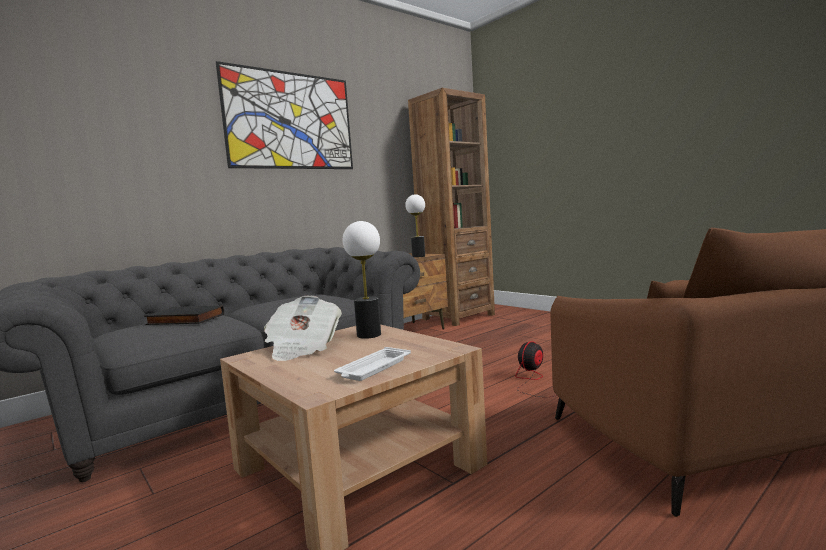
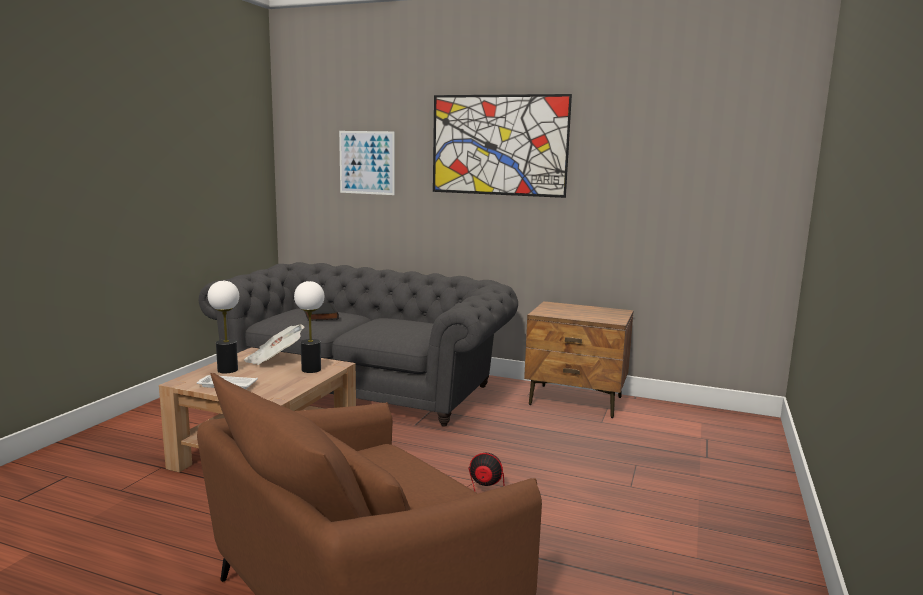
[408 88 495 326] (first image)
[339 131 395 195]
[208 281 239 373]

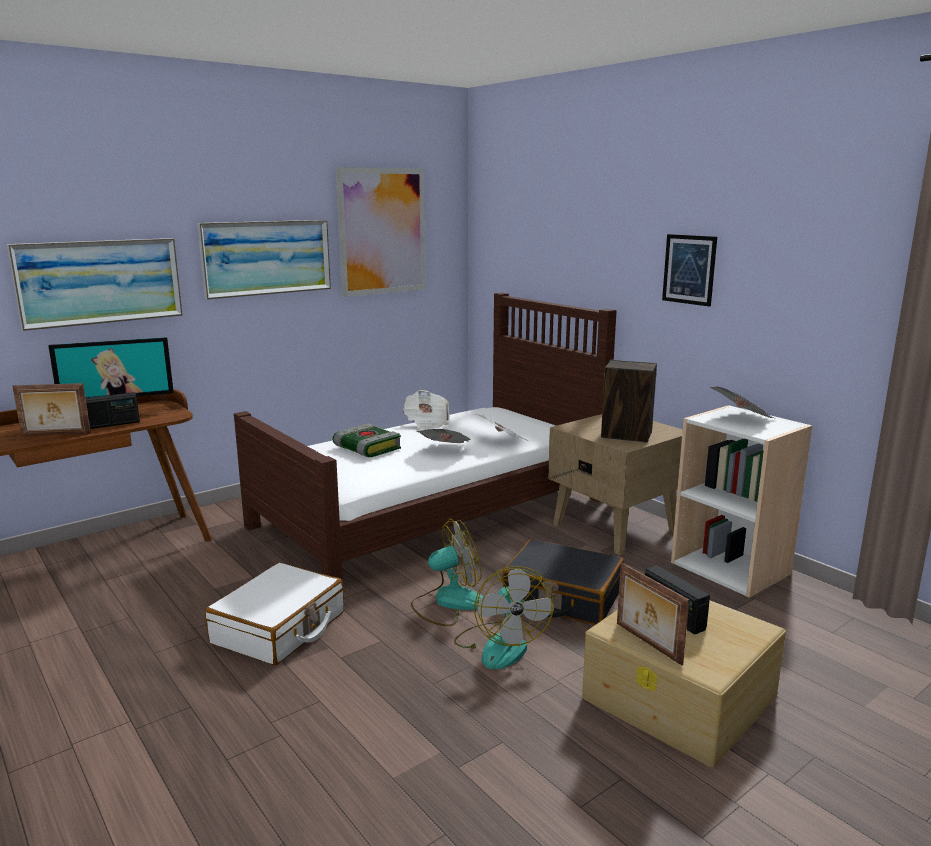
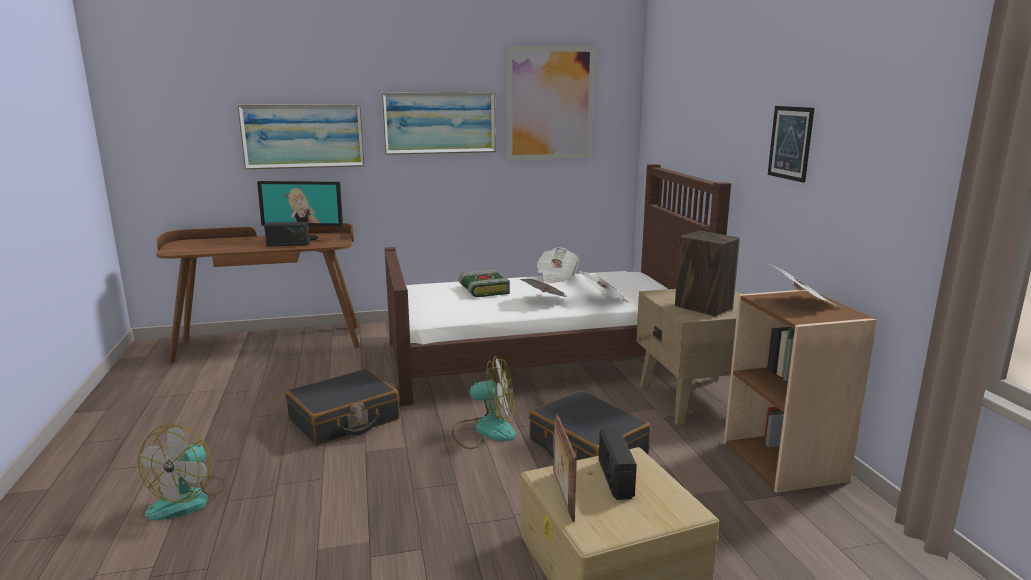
[13 383 91 437] (first image)
[138 424 226 520]
[285 369 400 445]
[724 290 877 493]

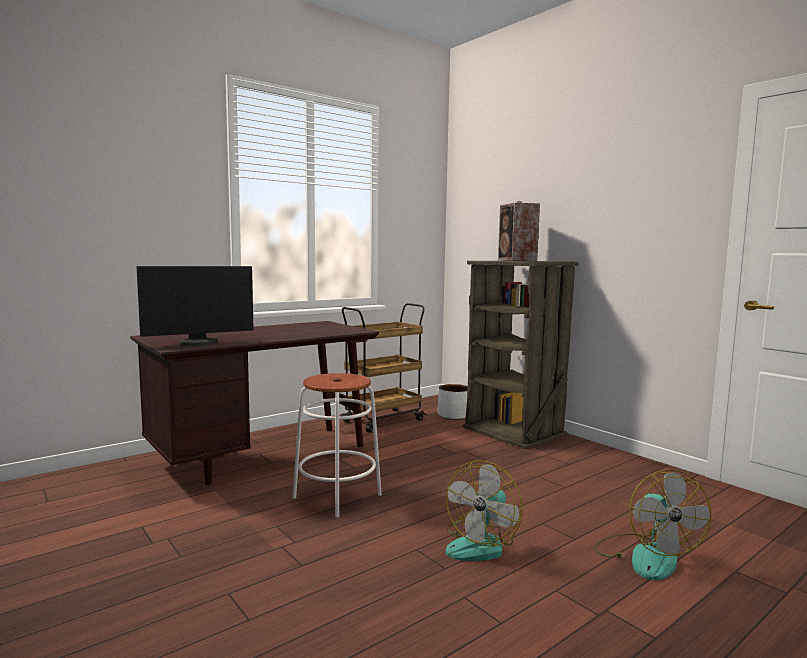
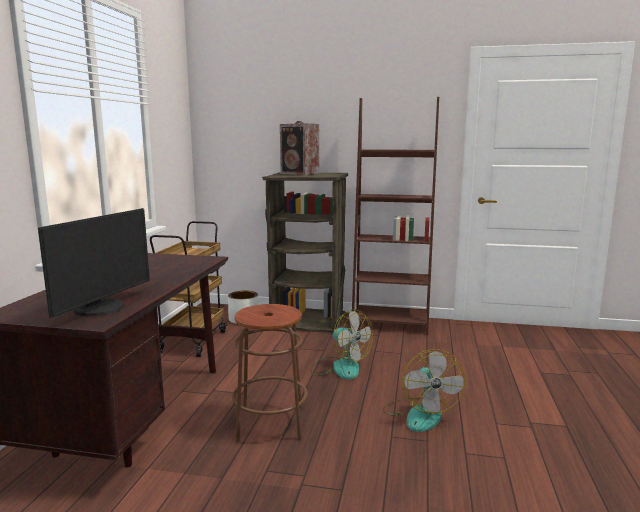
[352 97 439 335]
[311 309 373 380]
[232 304 308 442]

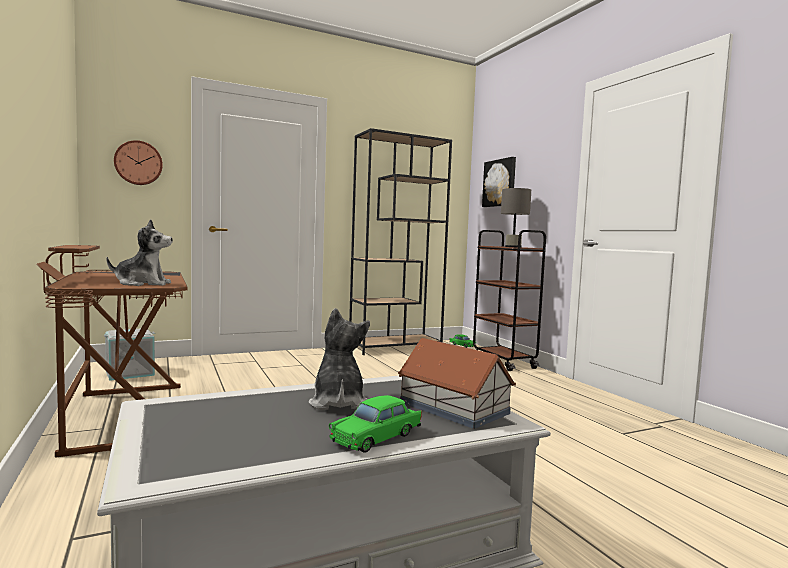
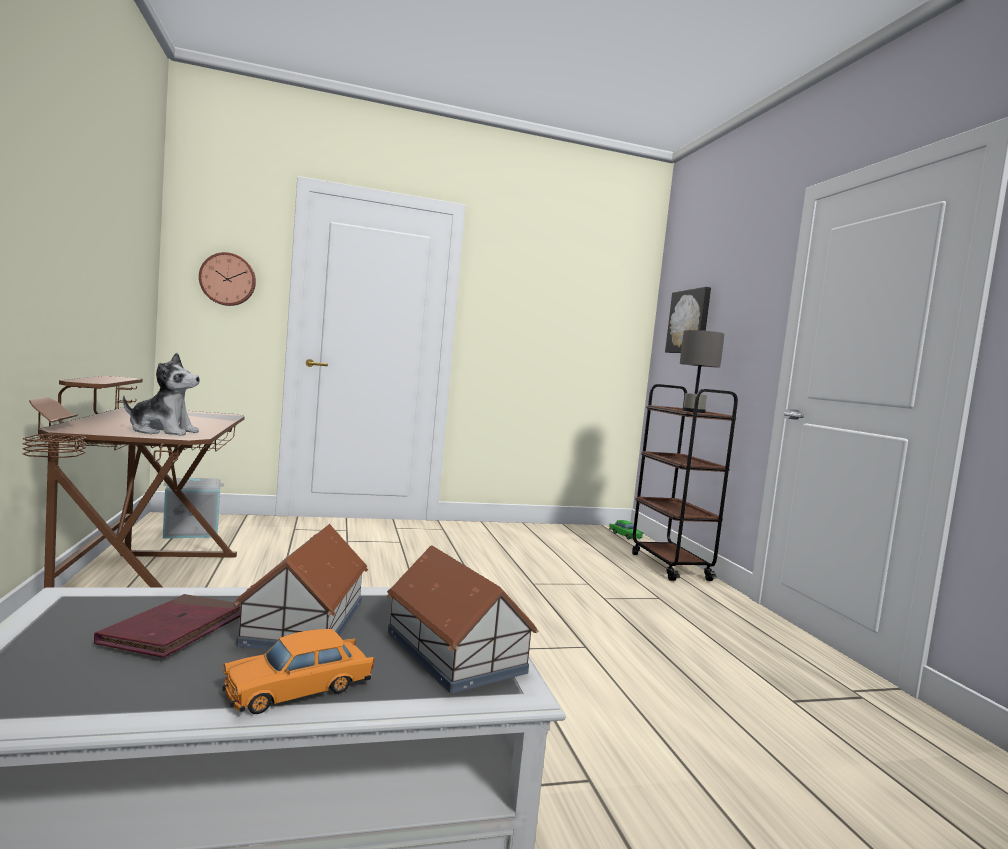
[349 128 452 355] (first image)
[94 594 241 658]
[234 524 368 650]
[223 629 374 714]

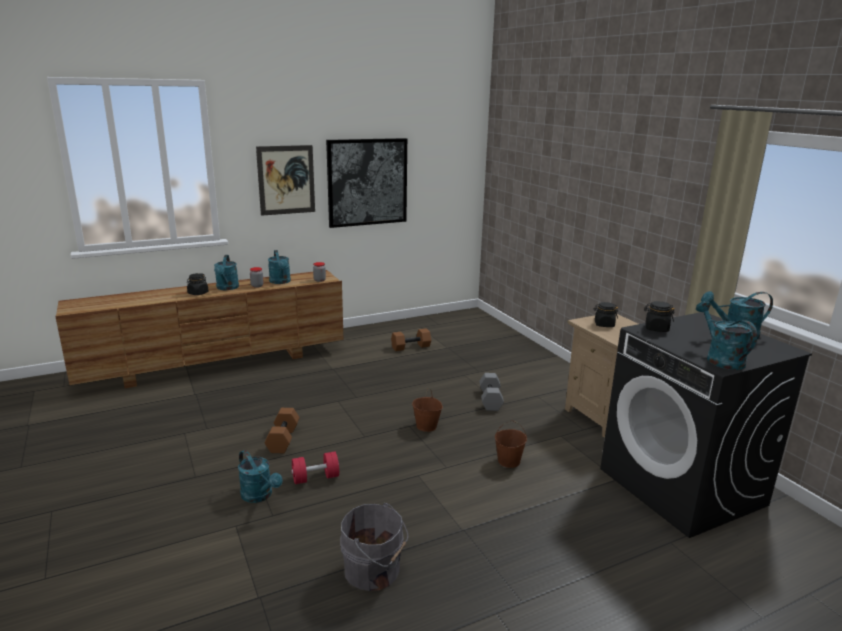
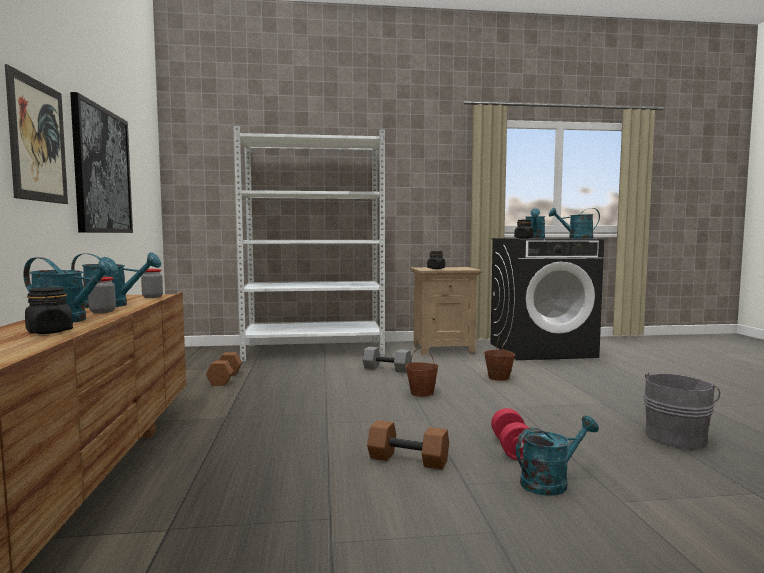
[234 126 385 362]

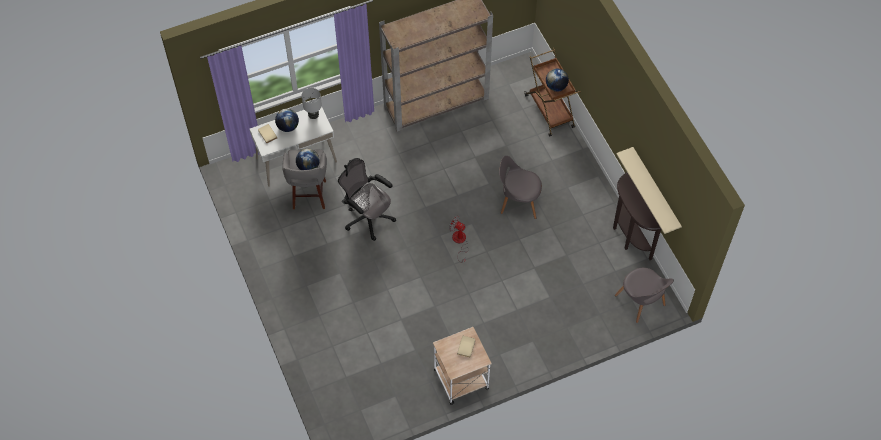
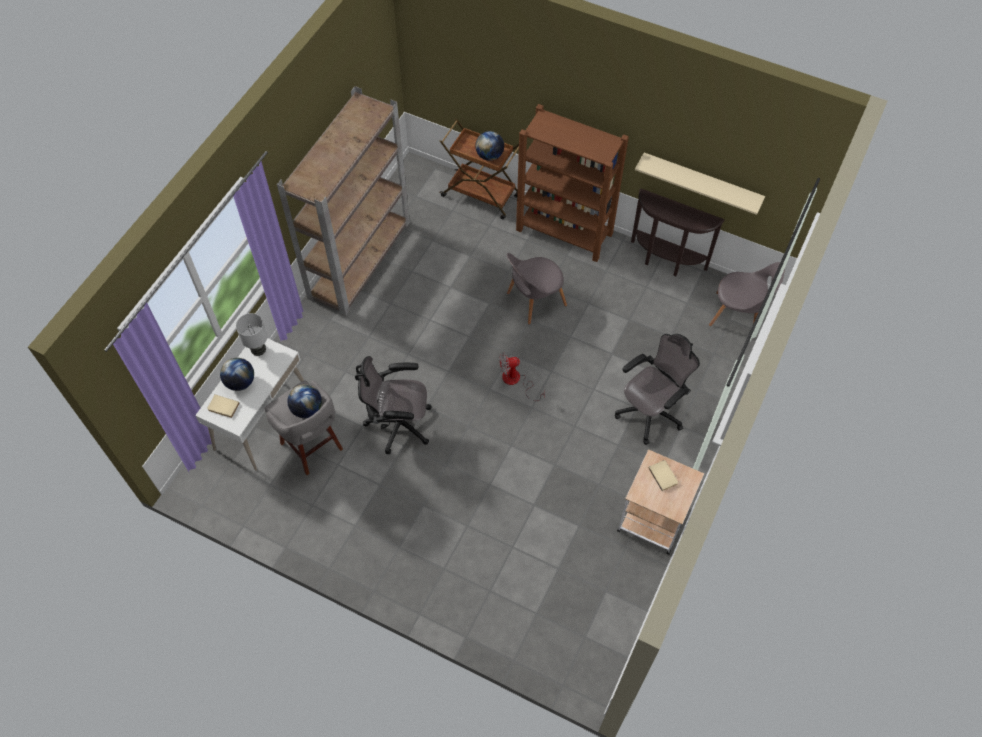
[516 104 629 262]
[615 334 700 445]

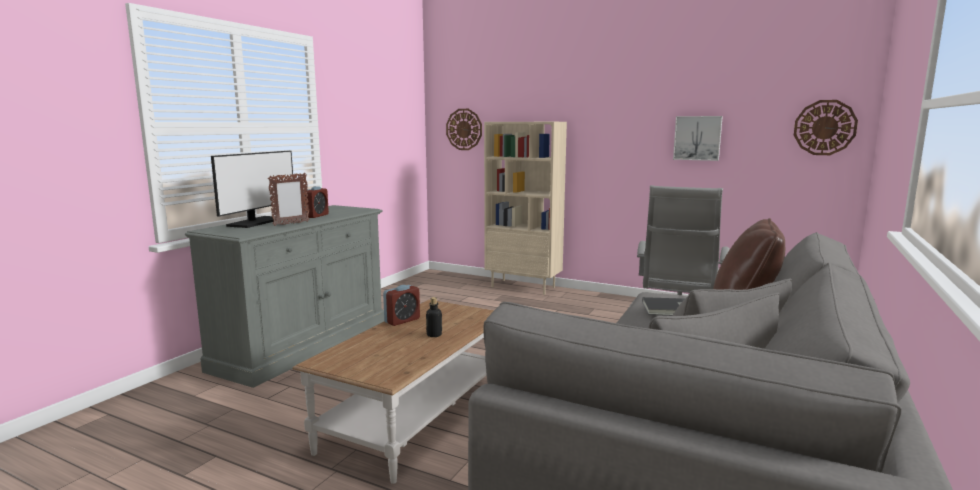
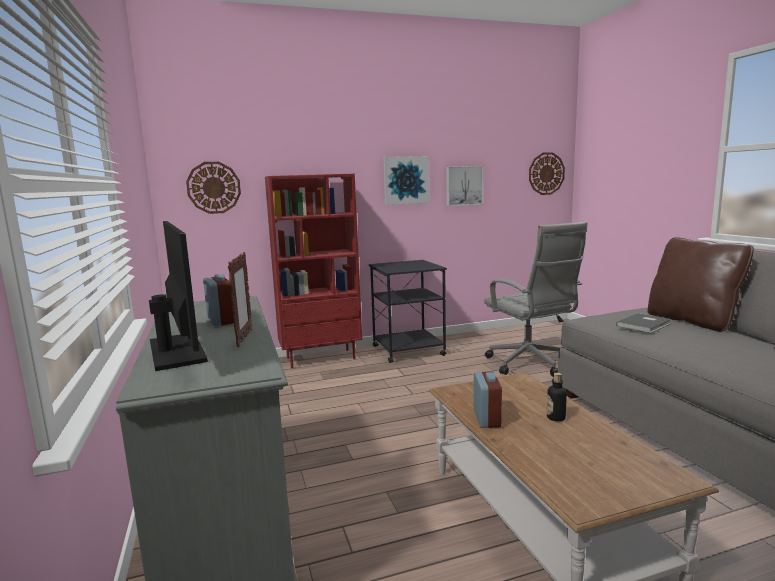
[369 260 447 363]
[383 156 429 205]
[265 174 362 368]

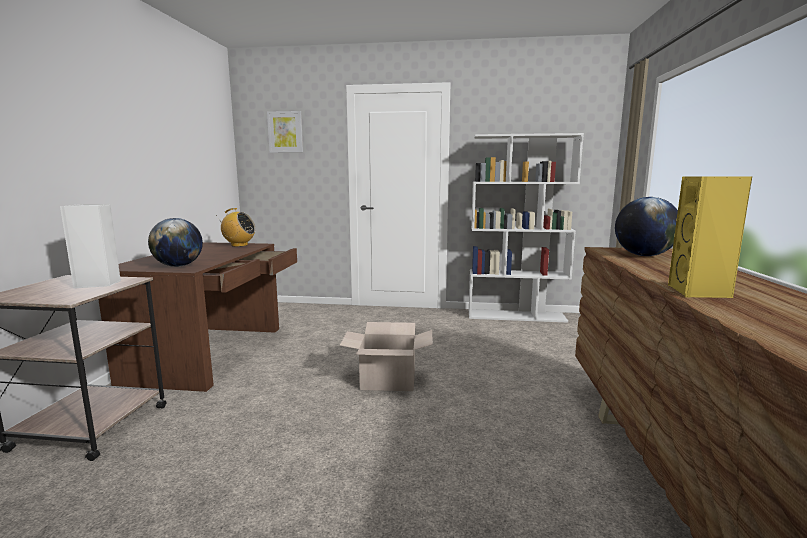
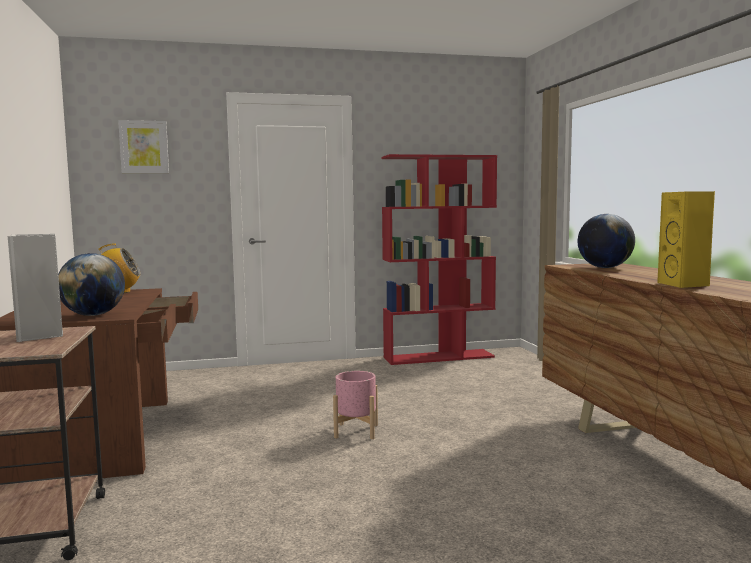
[333 371 378 439]
[381 154 497 365]

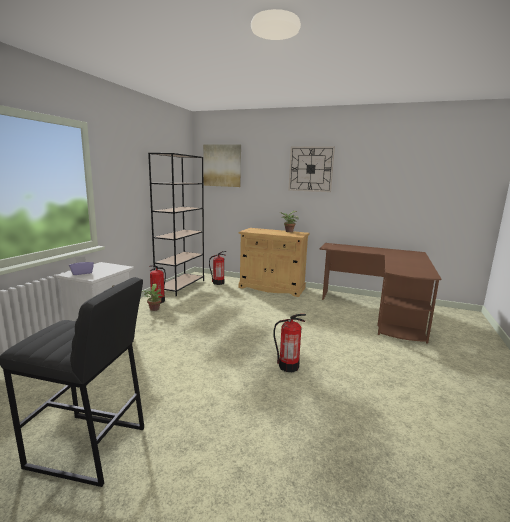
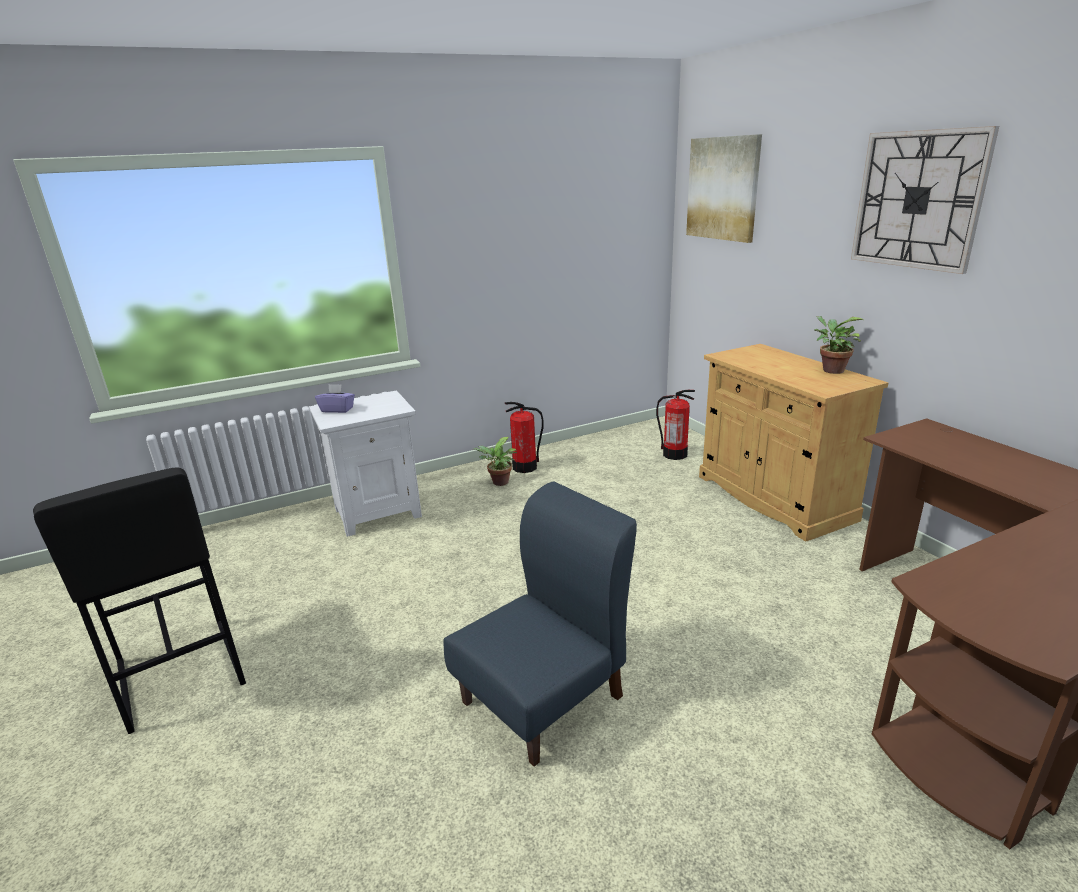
[148 153 204 297] (first image)
[443 482 637 767]

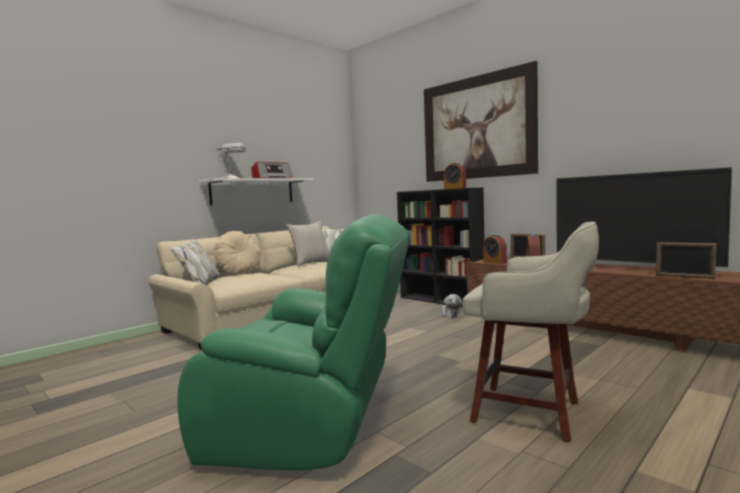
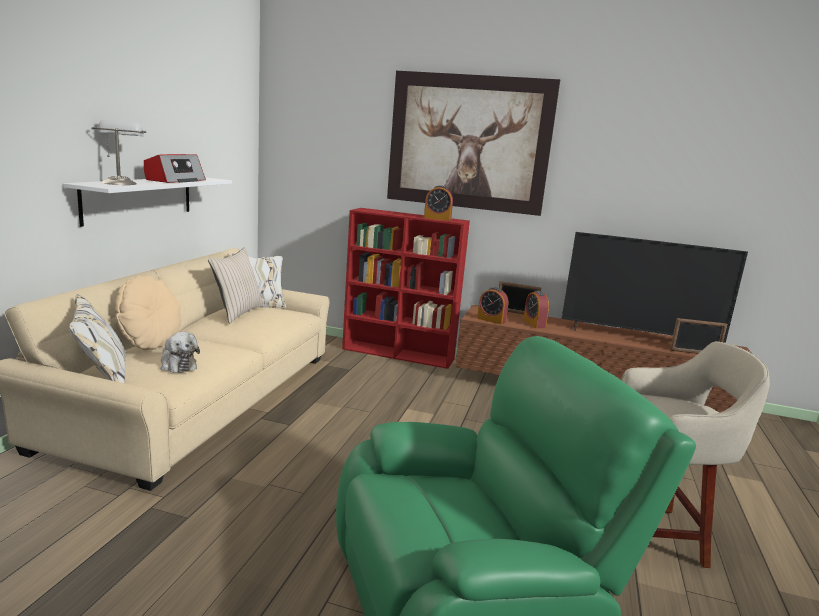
[160 332 200 373]
[342 208 470 369]

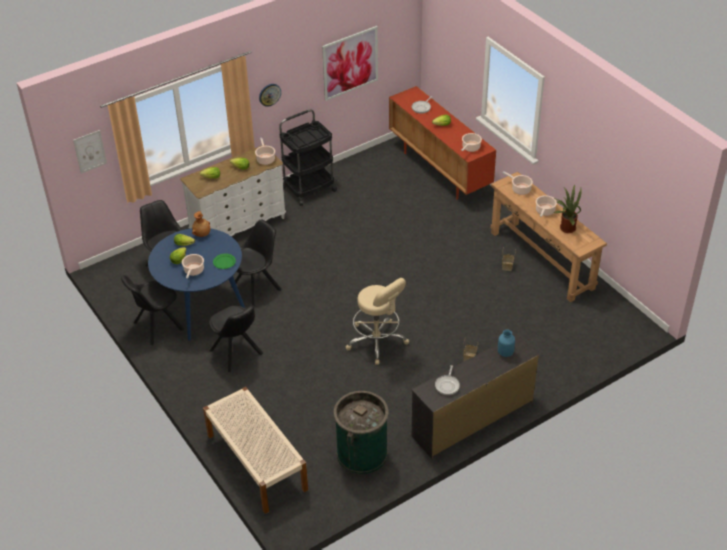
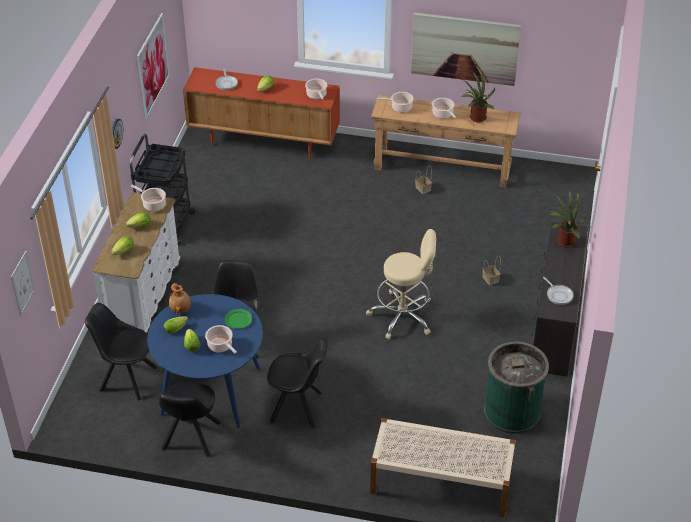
[411 12 521 86]
[549 191 585 248]

